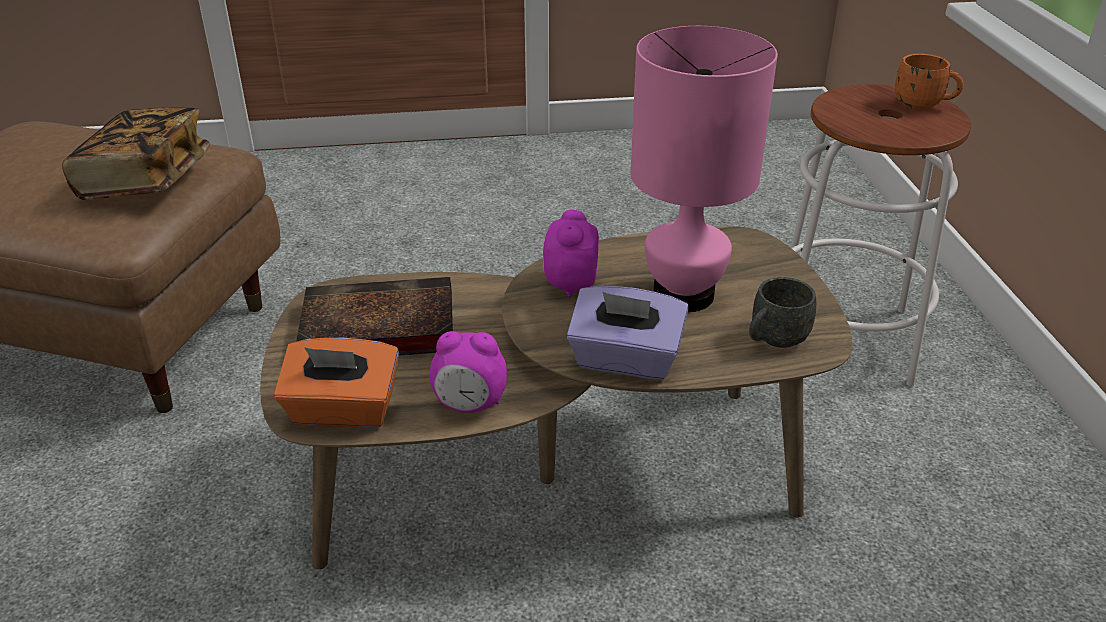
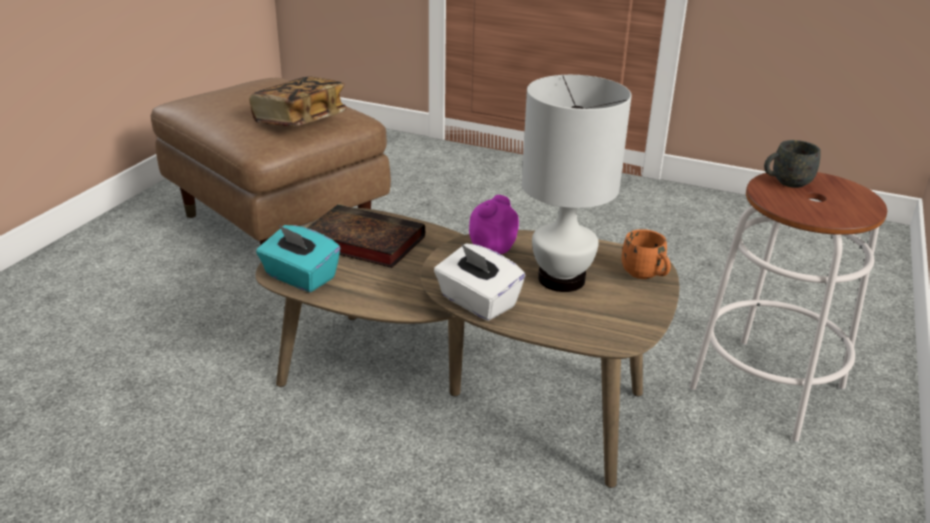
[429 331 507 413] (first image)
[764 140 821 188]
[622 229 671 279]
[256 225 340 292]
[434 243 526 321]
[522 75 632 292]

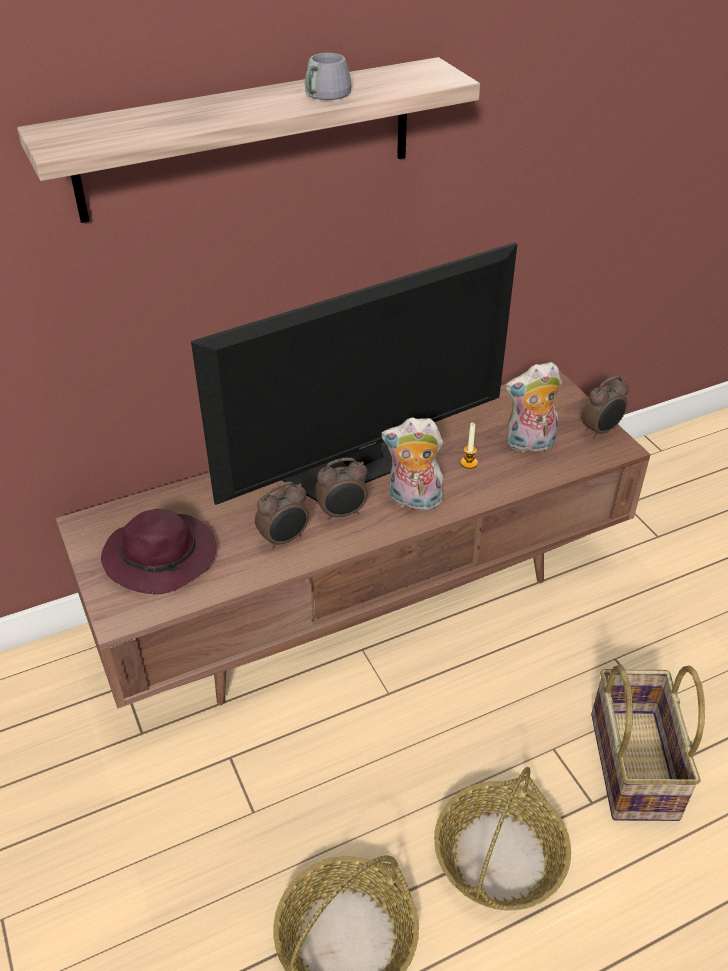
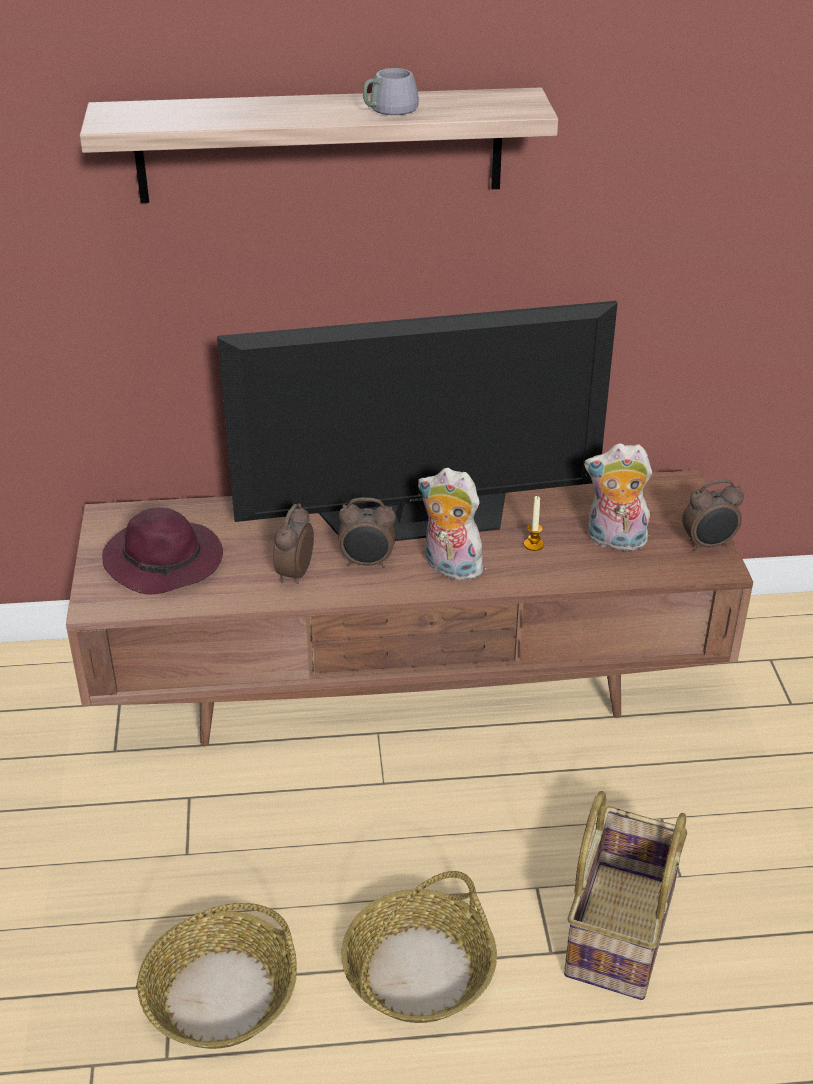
[273 504 314 584]

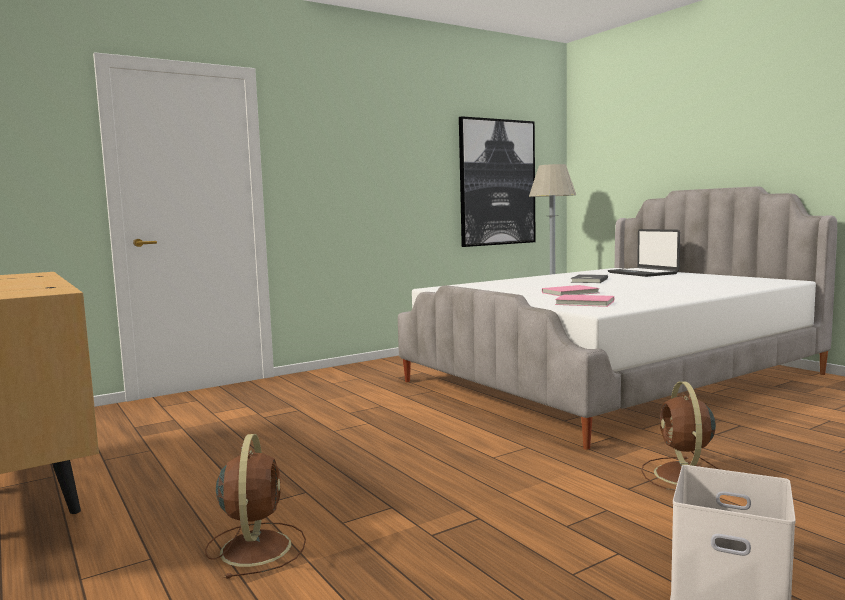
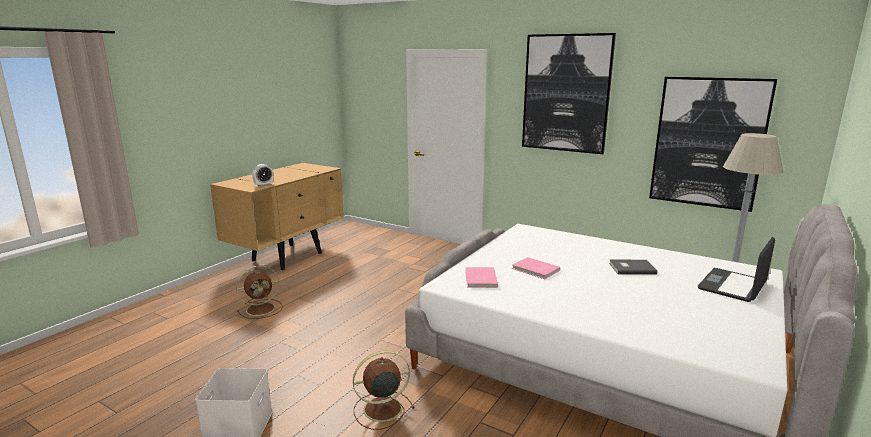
[252 164 273 187]
[522 33 616 154]

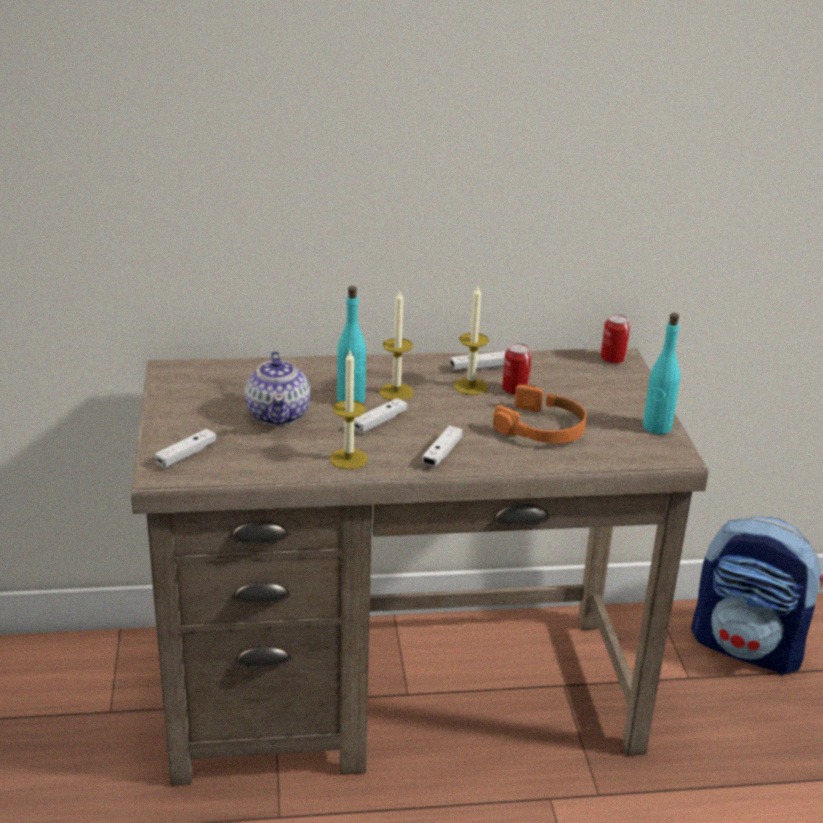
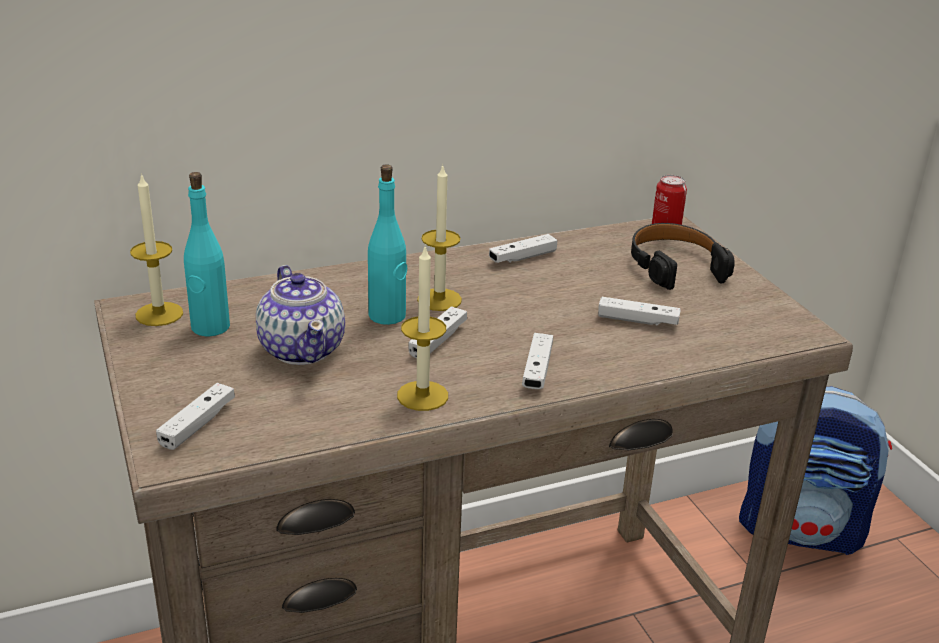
[502 343 532 395] (first image)
[631 223 734 290]
[130 173 183 326]
[184 172 230 337]
[598 297 681 326]

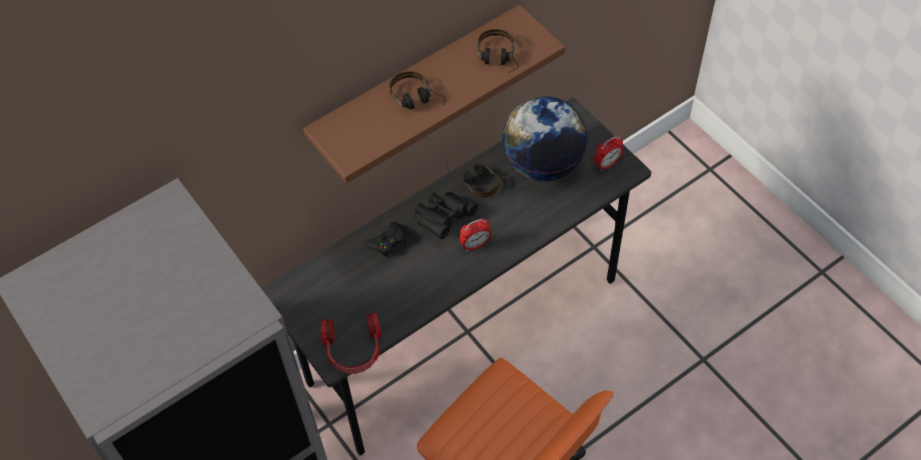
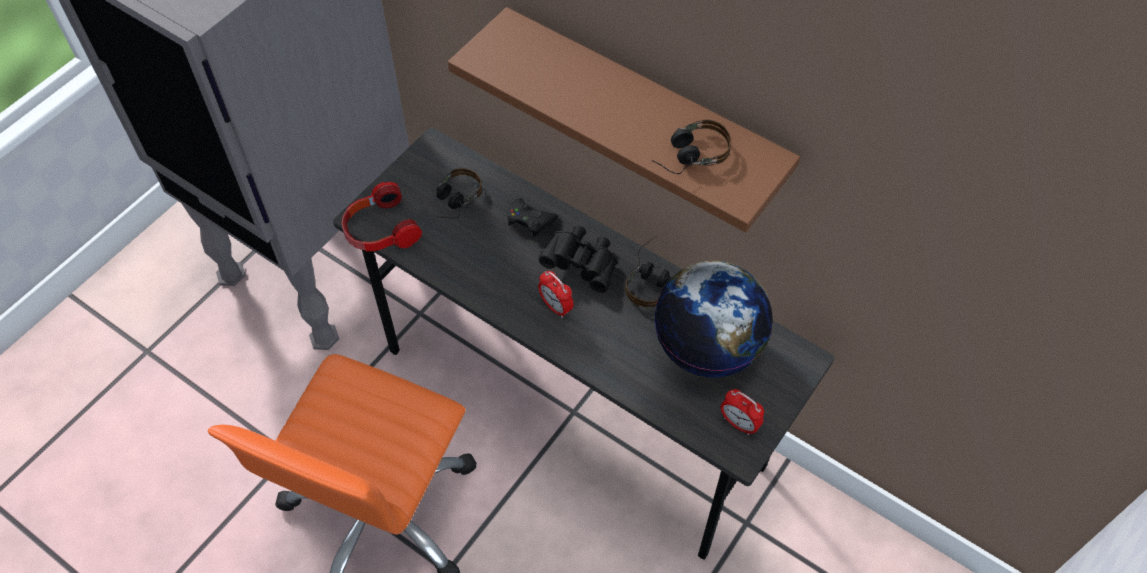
[436 168 482 219]

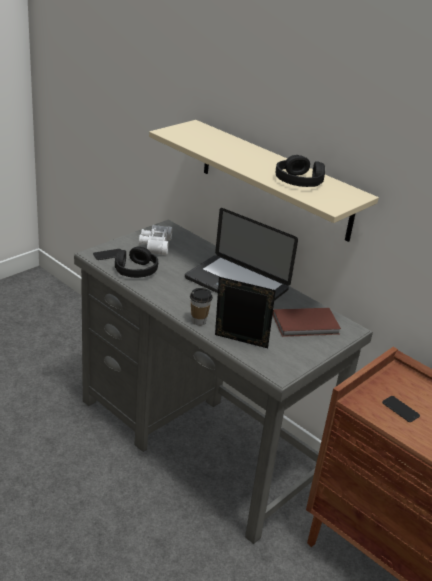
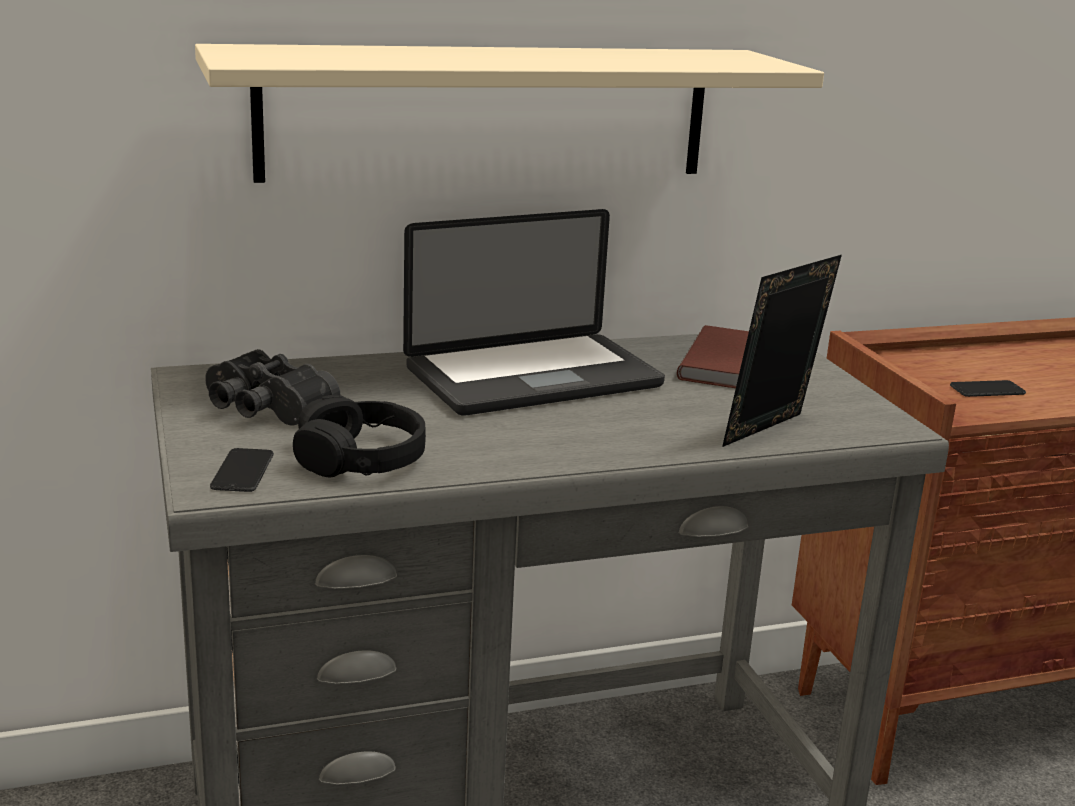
[190 288 213 325] (first image)
[276 155 325 187] (first image)
[205 349 340 426]

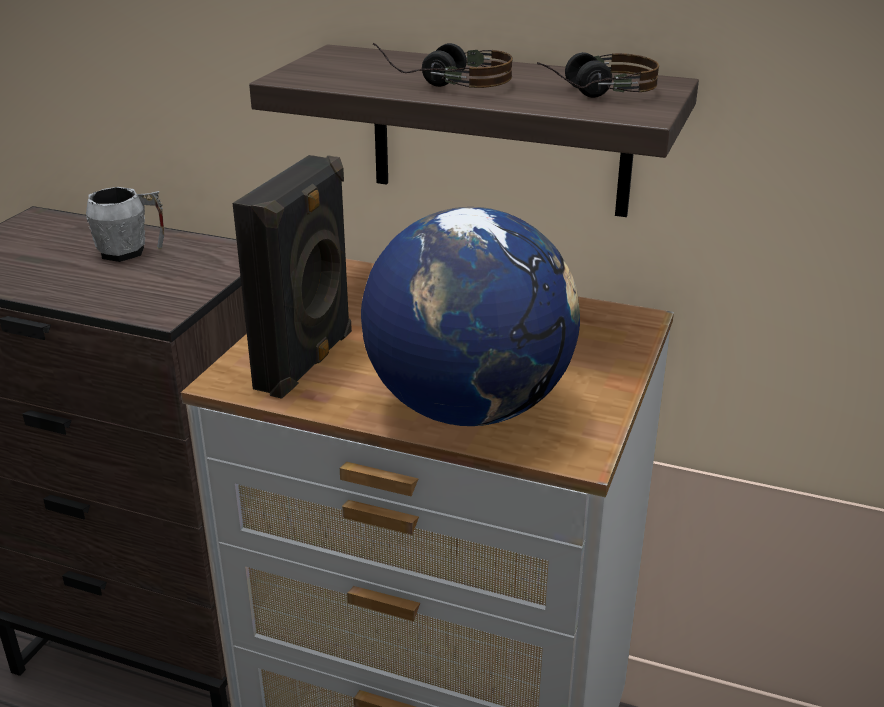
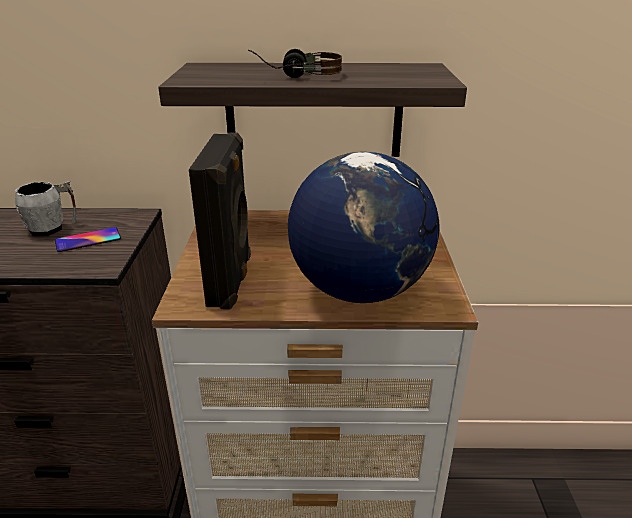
[537 52 659 98] (first image)
[55 227 121 252]

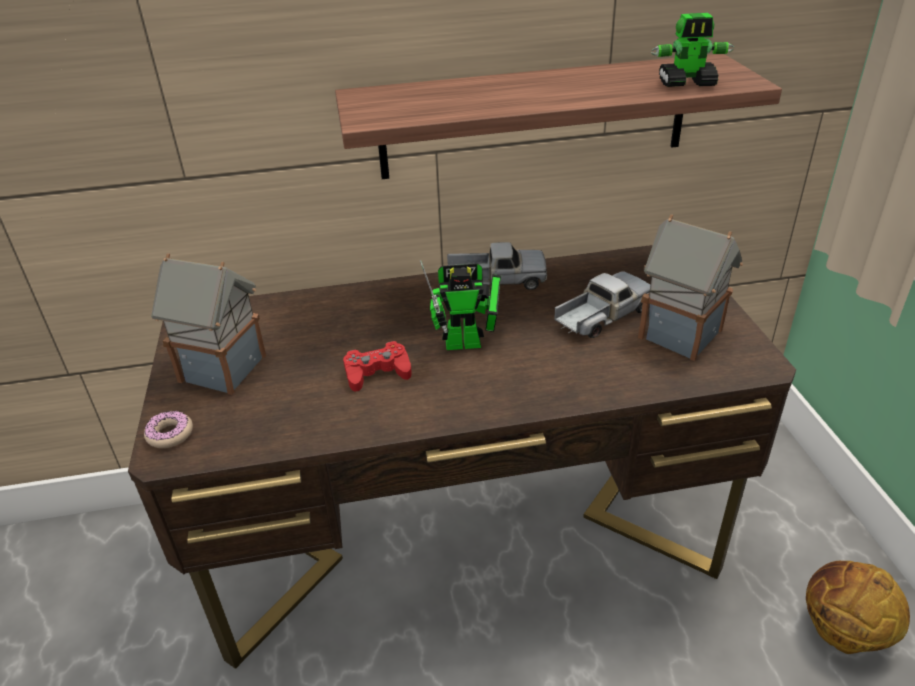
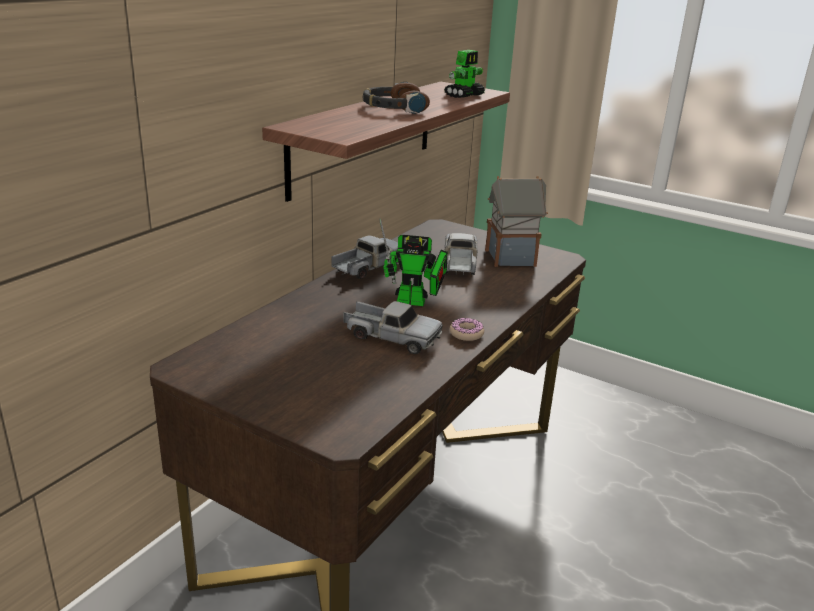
[151 253 266 395] (first image)
[806 561 910 654] (first image)
[363 82 430 114]
[450 318 484 341]
[344 301 443 354]
[380 219 448 306]

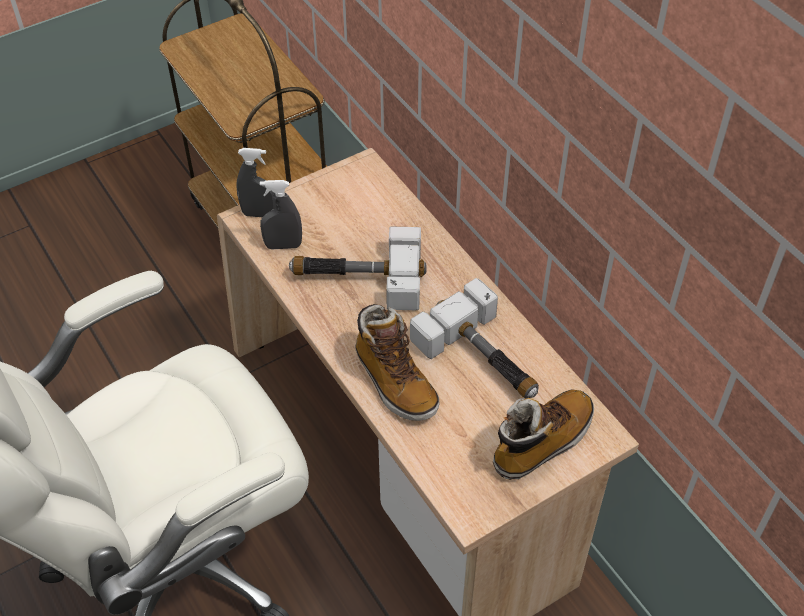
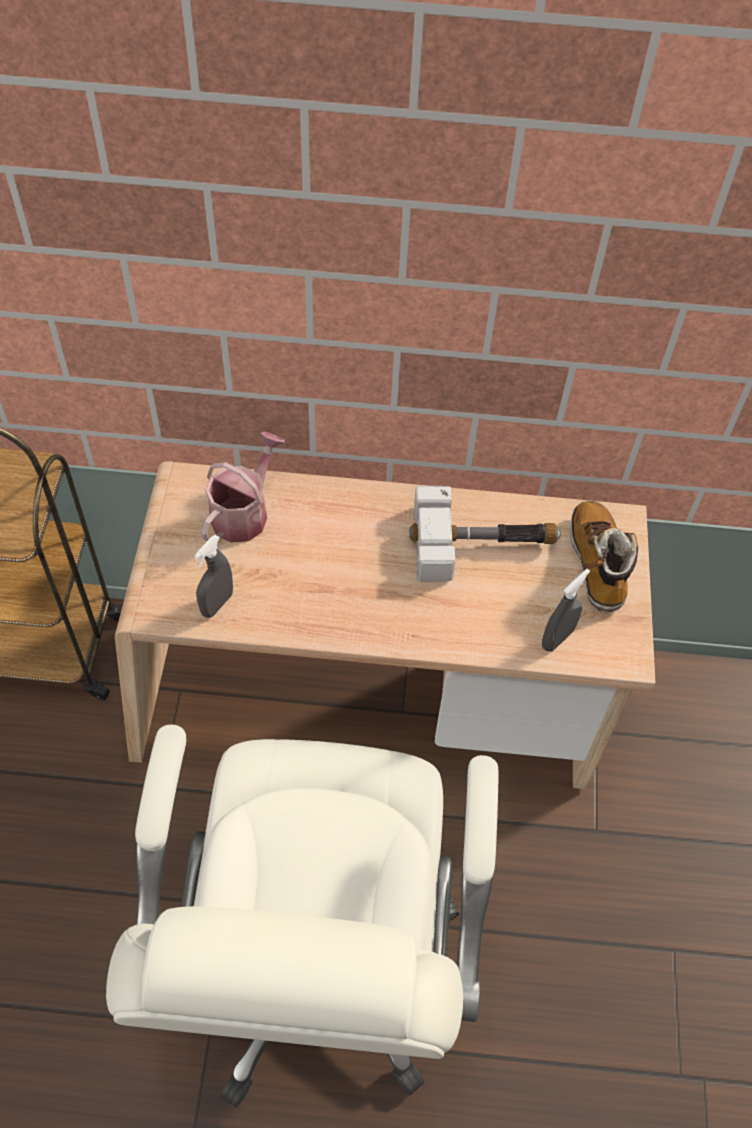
[289 227 427 310] (first image)
[355 304 440 421] (first image)
[201 432 285 543]
[542 569 590 652]

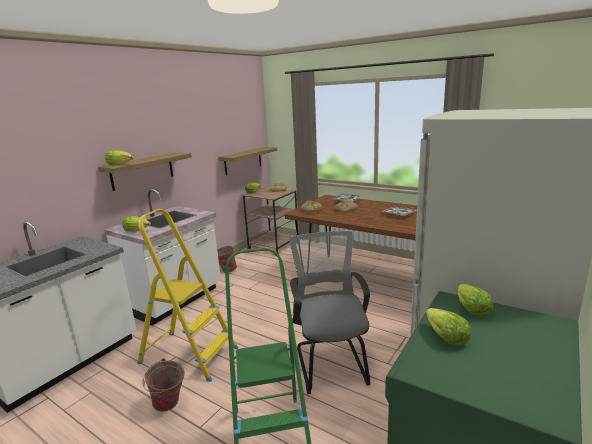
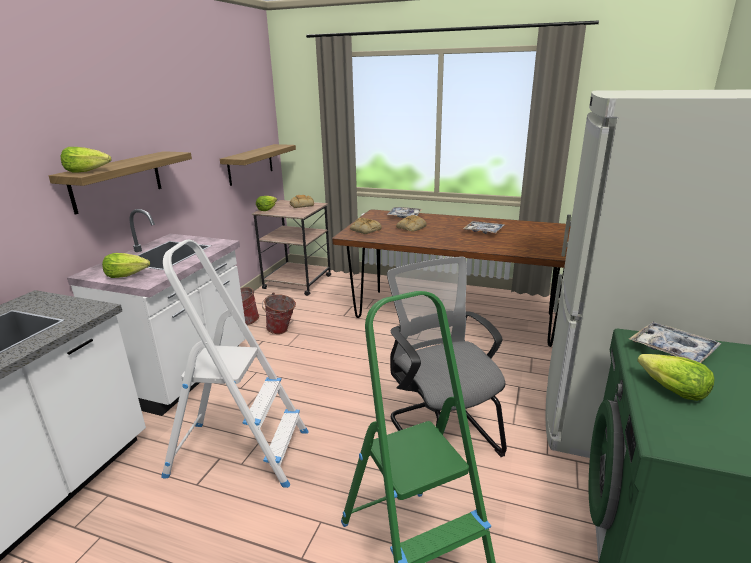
[262 293 296 334]
[629 322 721 363]
[161 240 309 488]

